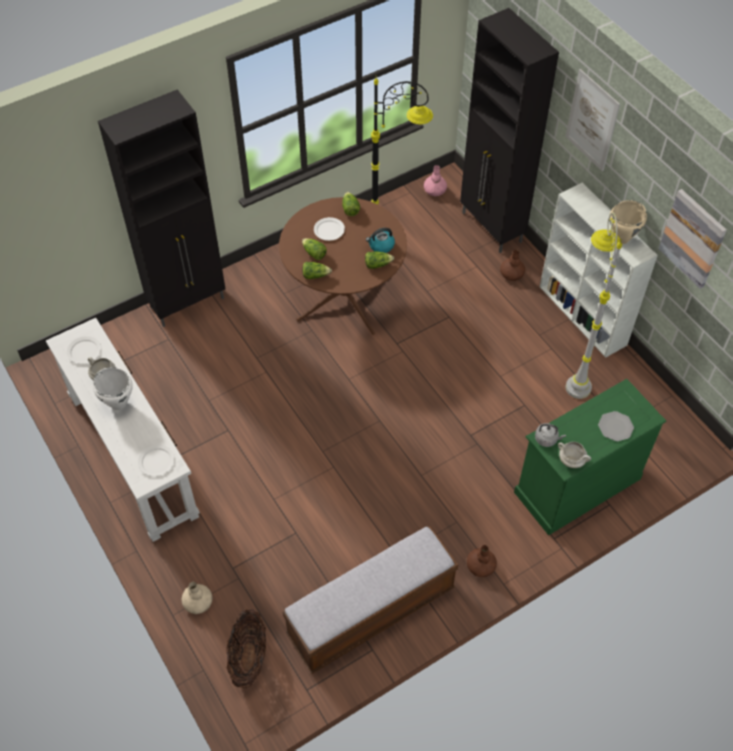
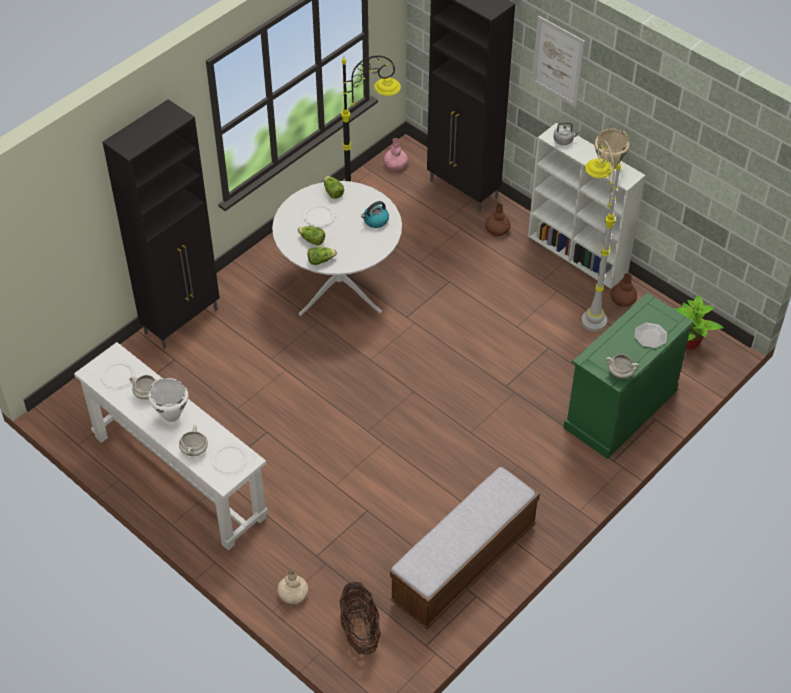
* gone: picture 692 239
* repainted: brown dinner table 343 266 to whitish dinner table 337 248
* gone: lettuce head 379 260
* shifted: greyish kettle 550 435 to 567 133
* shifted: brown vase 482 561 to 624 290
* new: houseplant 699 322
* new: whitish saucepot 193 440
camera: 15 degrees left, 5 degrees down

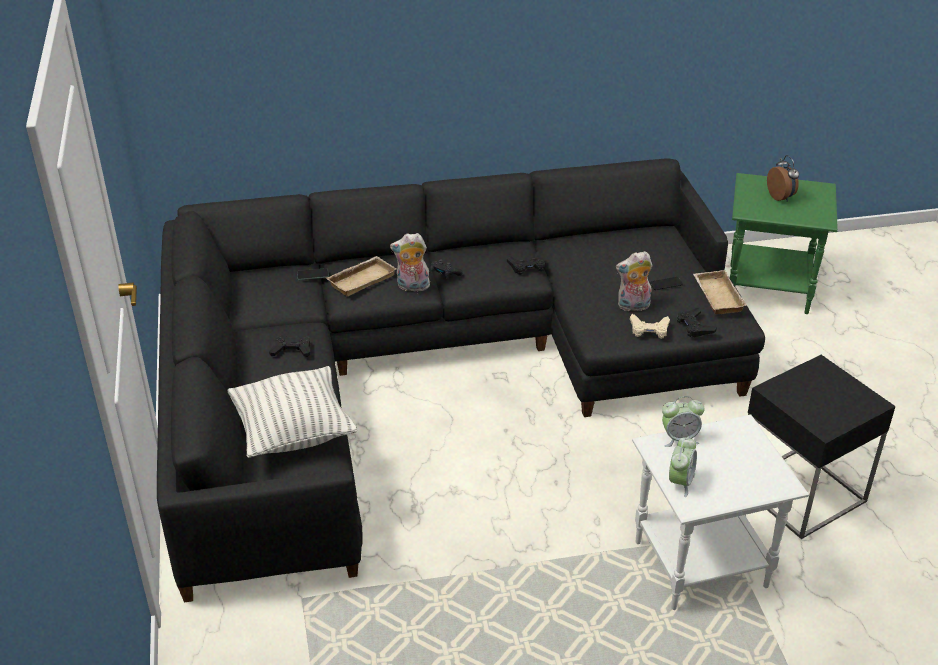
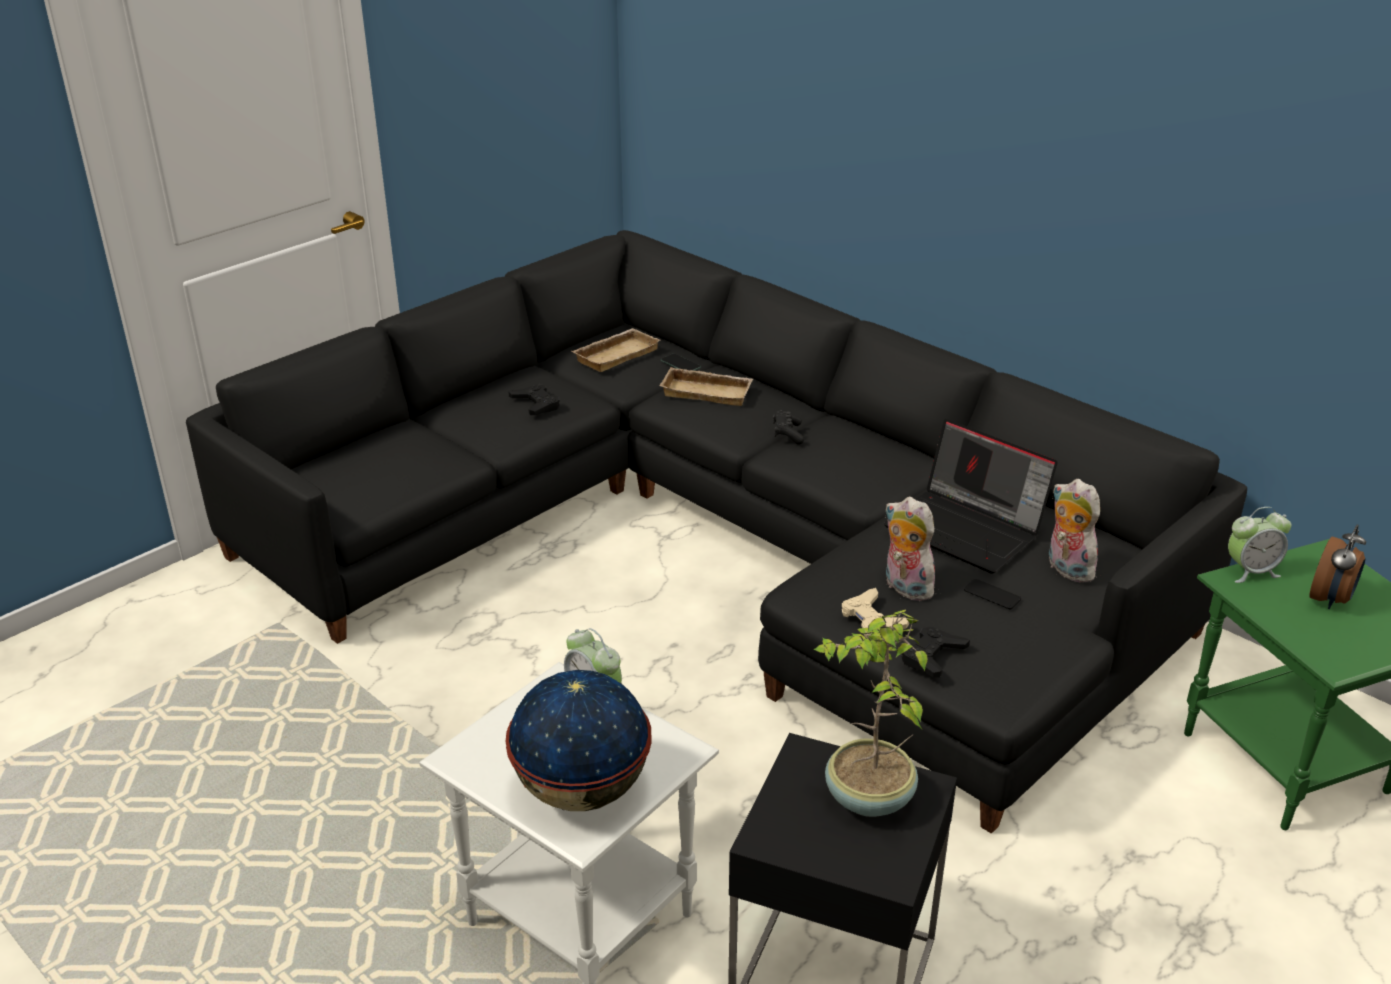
* shifted: plush toy 410 262 to 1074 531
* gone: blackish gamepad 526 263
* shifted: beige-coloured tray 720 292 to 616 350
* gone: pillow 292 412
* shifted: table clock 683 467 to 1259 545
* new: notebook computer 971 496
* new: houseplant 870 713
* new: desk globe 579 740
camera: 55 degrees right, 5 degrees down

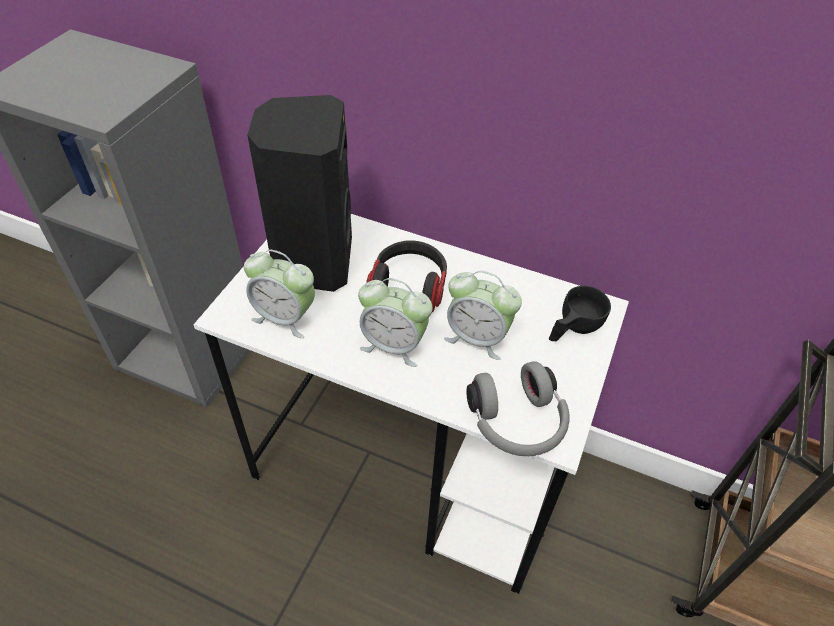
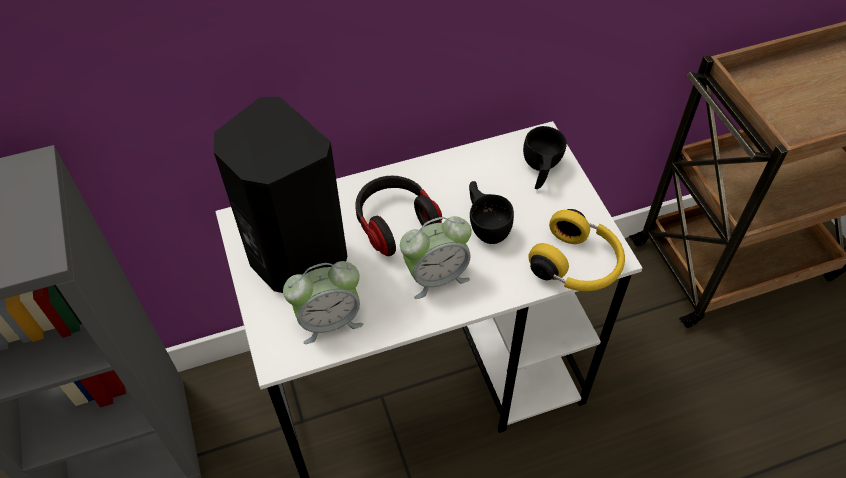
* swapped: table clock 483 315 to blackish small cup 491 212
* repainted: greyish headphones 518 408 to yellow headphones 576 250
camera: 40 degrees left, 5 degrees up

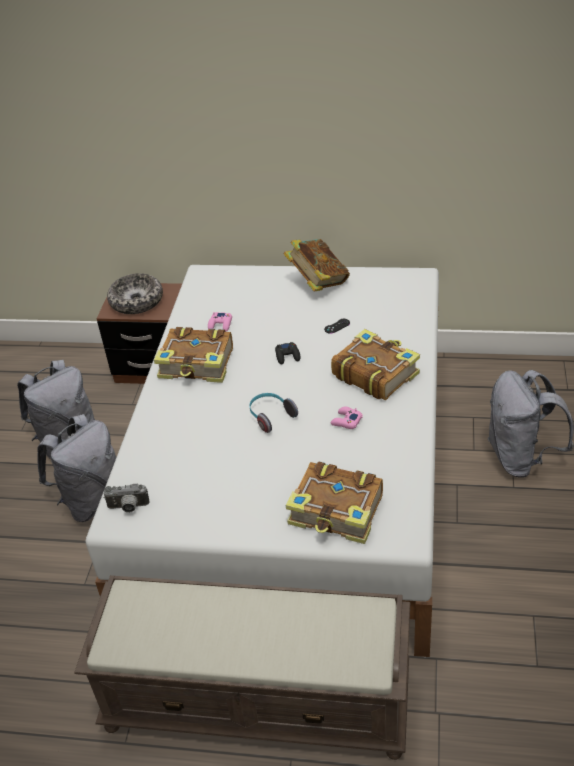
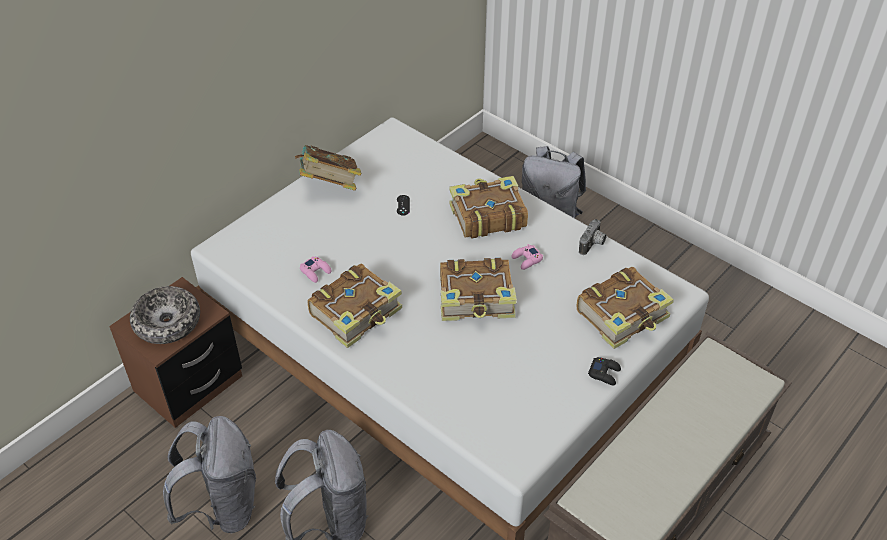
* shifted: blackish gamepad 287 353 to 604 371
* swapped: headphones 273 413 to book 478 289
* shifted: still camera 126 498 to 593 237
camera: 60 degrees left, 5 degrees up

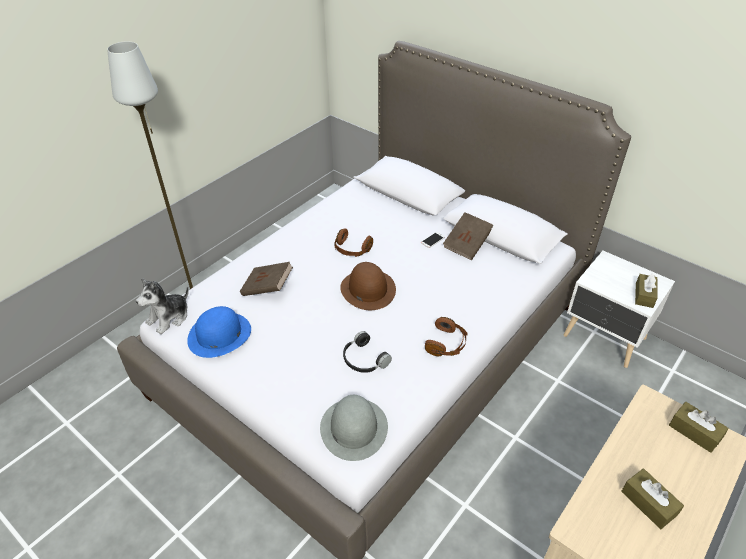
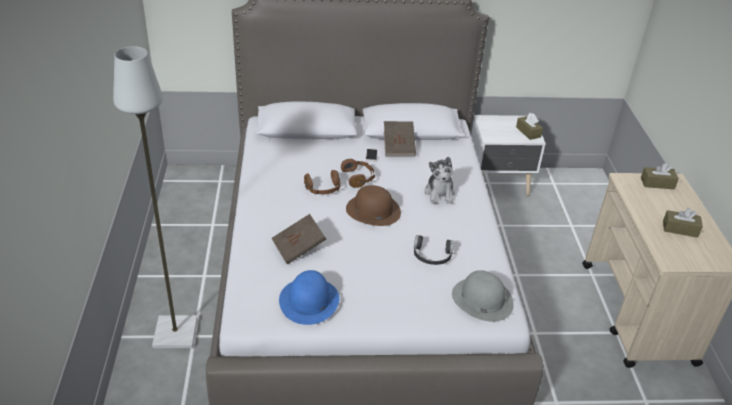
* shifted: plush toy 162 306 to 439 180
* shifted: brown headphones 446 336 to 358 173
camera: 45 degrees left, 5 degrees down

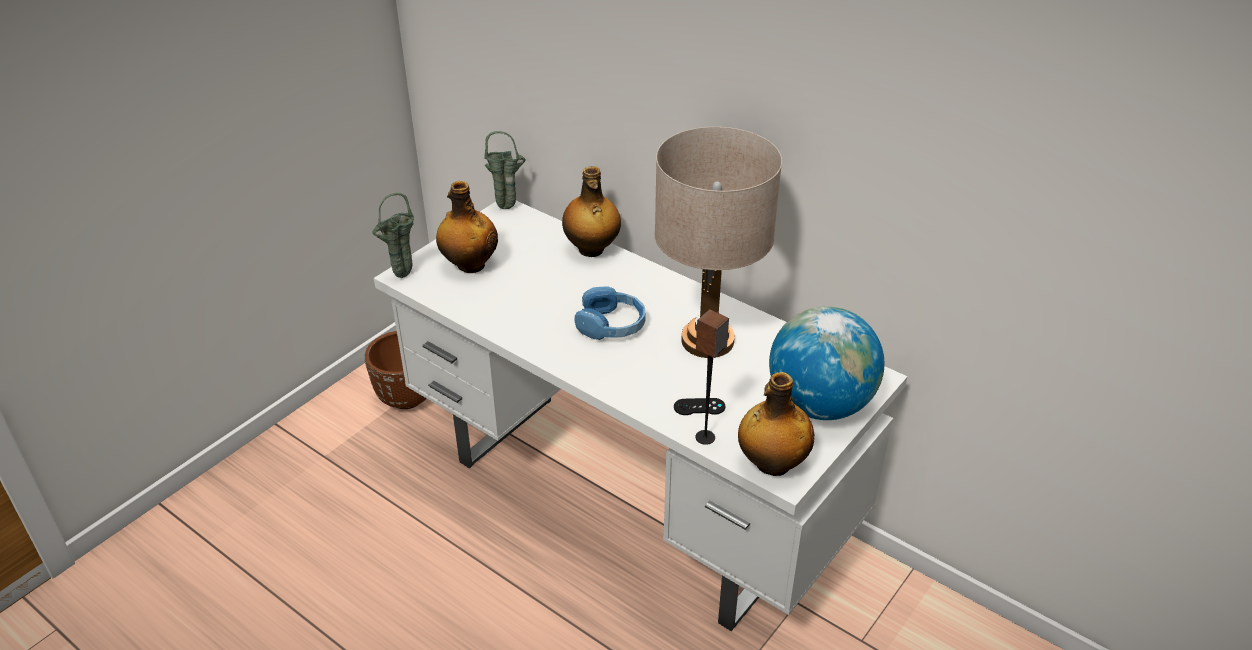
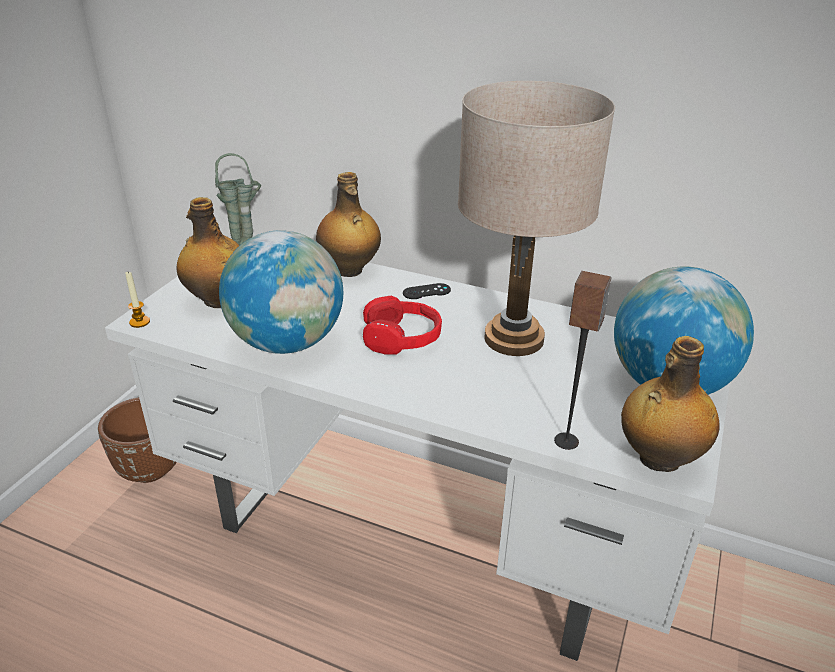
* swapped: greenish vase 393 235 to wax light 137 300
* repainted: blue headphones 610 313 to red headphones 402 325
* shifted: blackish gamepad 699 406 to 427 291
* new: desk globe 281 292
camera: 15 degrees left, 5 degrees down

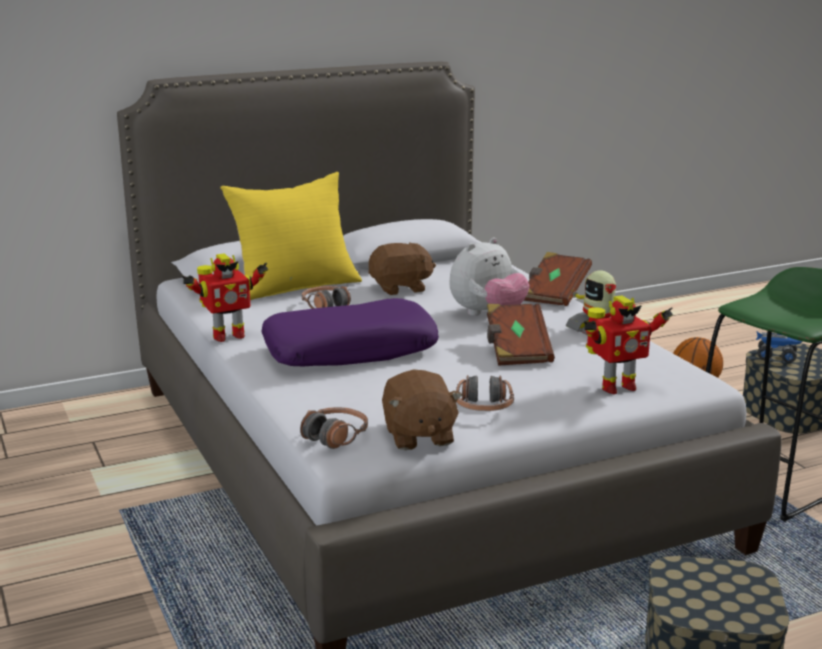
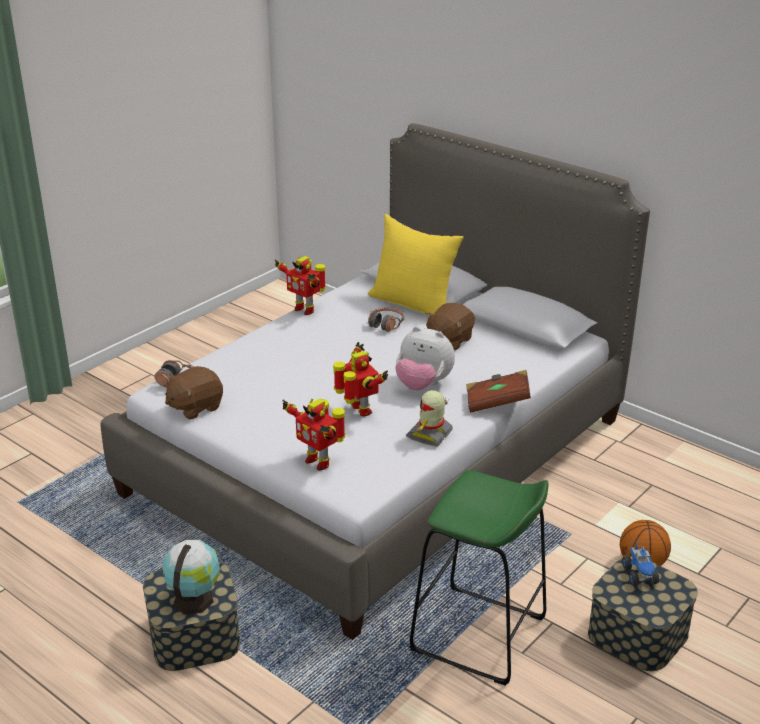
* rotated: brown plush toy 402 268 = 450 326 75 degrees clockwise
* gone: purple-coloured pillow 350 332
* swapped: brown book 521 335 to robot figure 360 379
* gone: headphones 485 393
* new: desk globe 191 577
camera: 65 degrees right, 10 degrees up

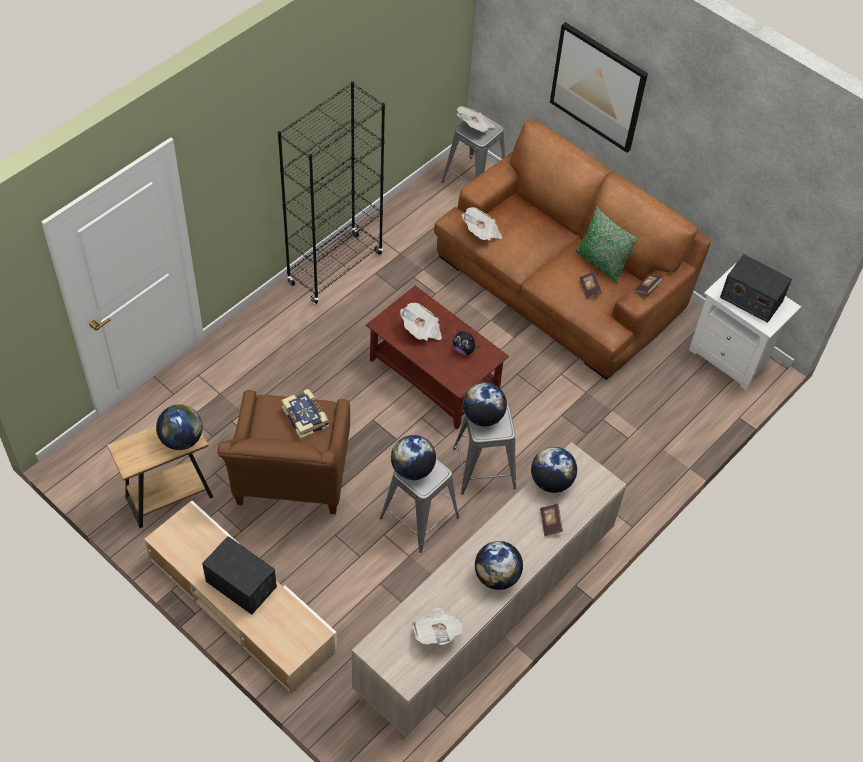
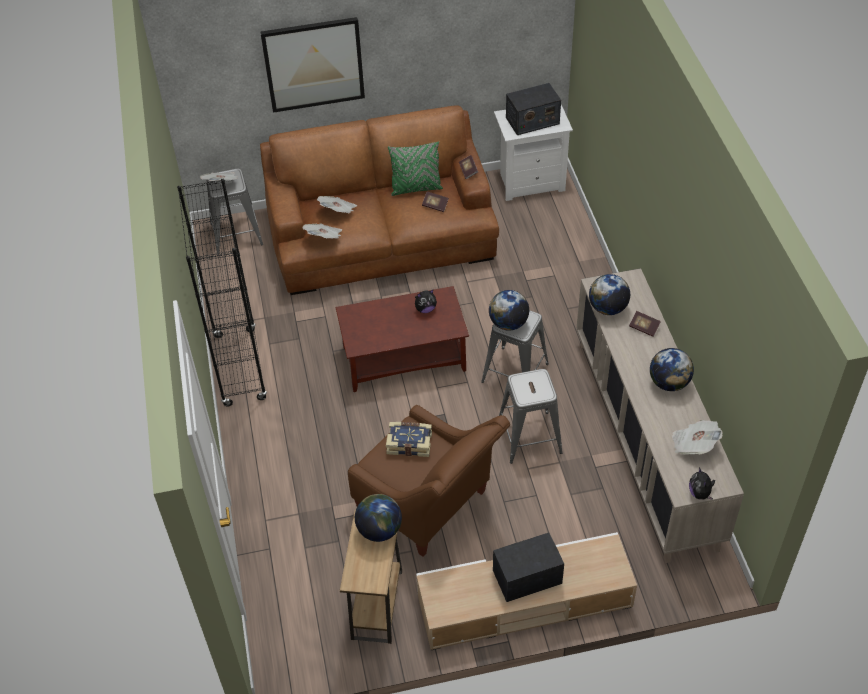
* shifted: printed paper 421 322 to 337 204
* gone: desk globe 413 457
* new: plush toy 702 483
camera: 50 degrees left, 5 degrees down

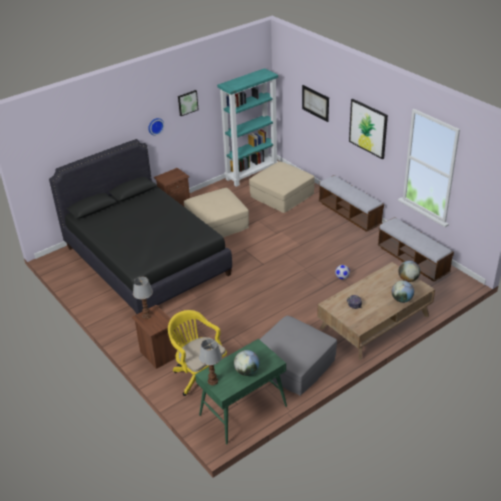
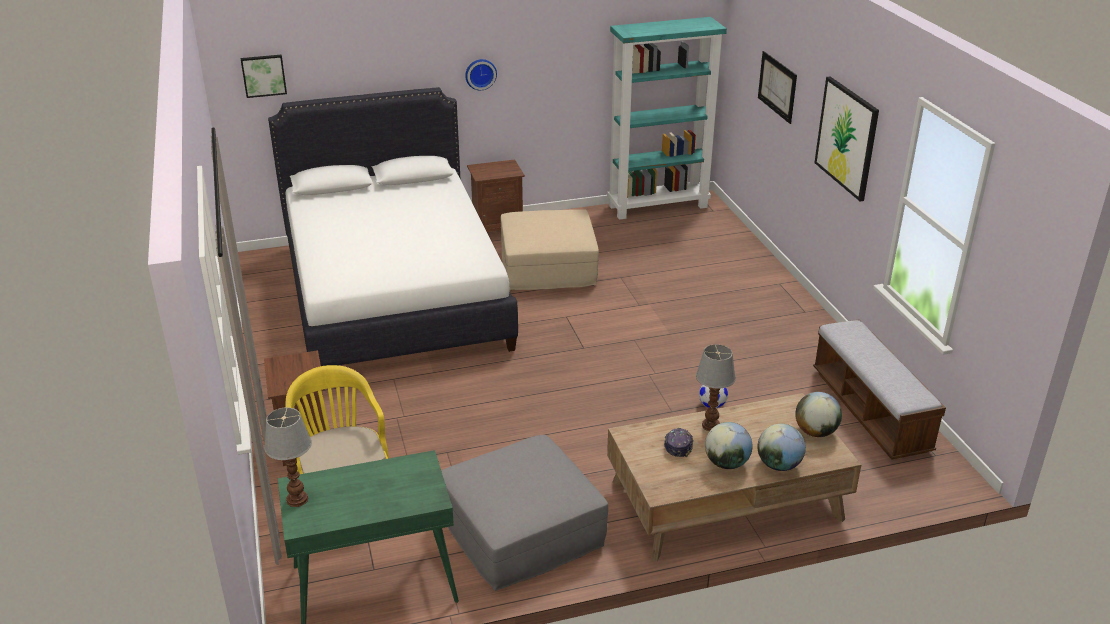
* shifted: picture 188 103 to 263 76
* repainted: blackish bedroom bed 140 227 to whitish bedroom bed 393 226
* gone: beige-coloured ottoman 282 187
* gone: long seat 351 203
* shifted: tabletop lamp 143 298 to 716 387
* shifted: desk globe 246 363 to 729 445
camera: 20 degrees right, 5 degrees down

